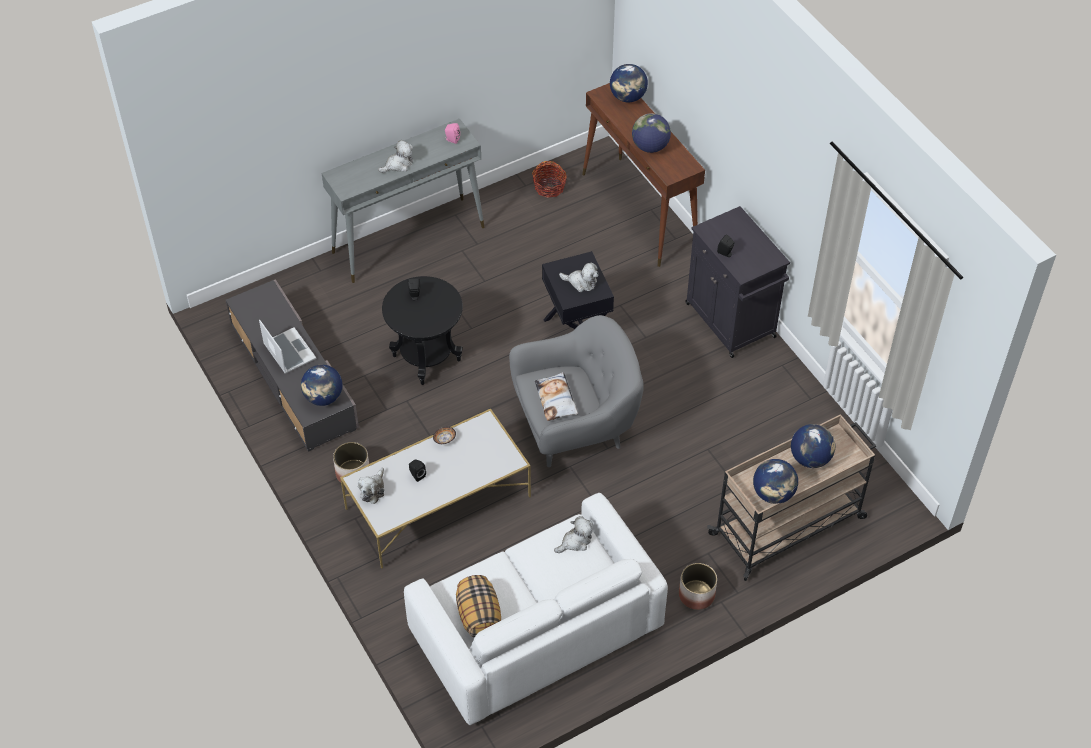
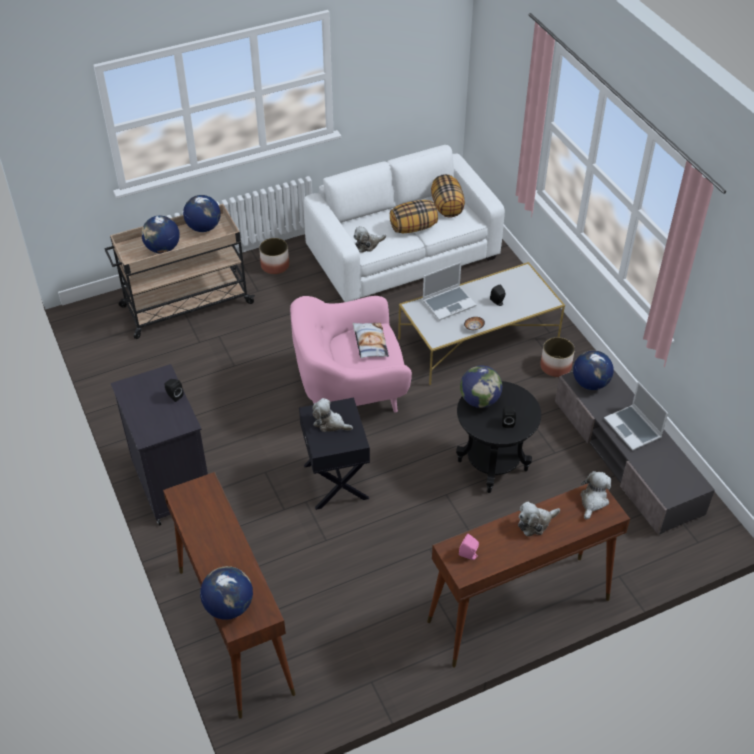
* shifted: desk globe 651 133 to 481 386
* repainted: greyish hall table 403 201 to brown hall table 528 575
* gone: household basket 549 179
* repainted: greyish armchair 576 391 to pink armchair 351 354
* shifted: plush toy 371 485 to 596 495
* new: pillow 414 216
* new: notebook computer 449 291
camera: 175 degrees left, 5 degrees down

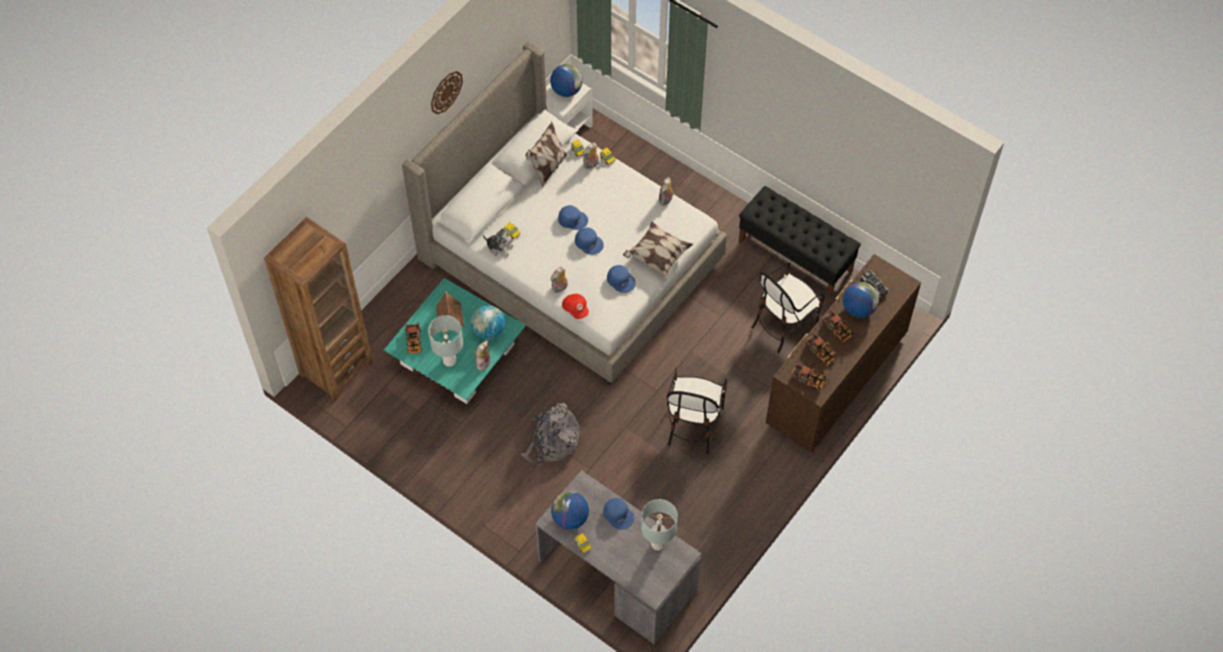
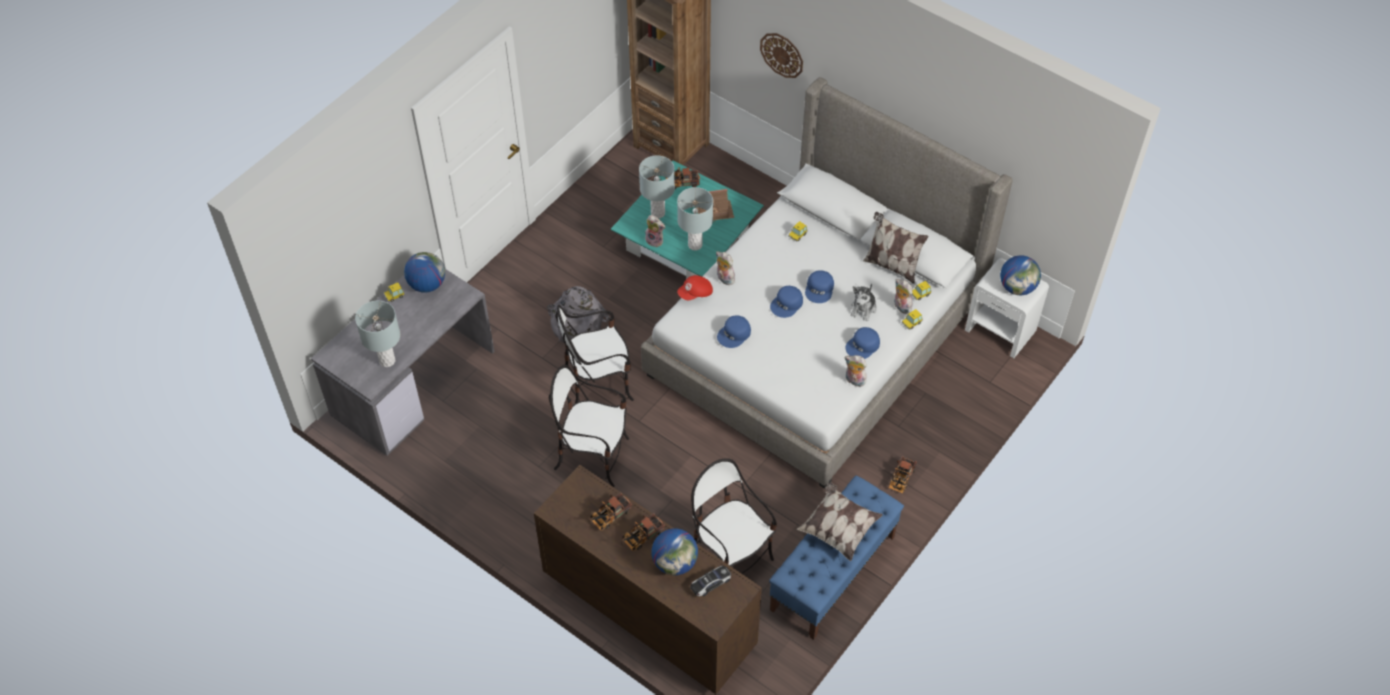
* shifted: hanging clock 447 92 to 781 55
* repainted: blackish long seat 800 242 to blue long seat 836 558
* shifted: pillow 658 250 to 840 522
* shifted: plush toy 498 242 to 864 302
* swapped: desk globe 488 322 to greyish tabletop lamp 695 219
* shifted: model truck 810 376 to 902 474
* shifted: blue cap 618 514 to 862 343
* new: plain chair 595 354
camera: 90 degrees right, 5 degrees down

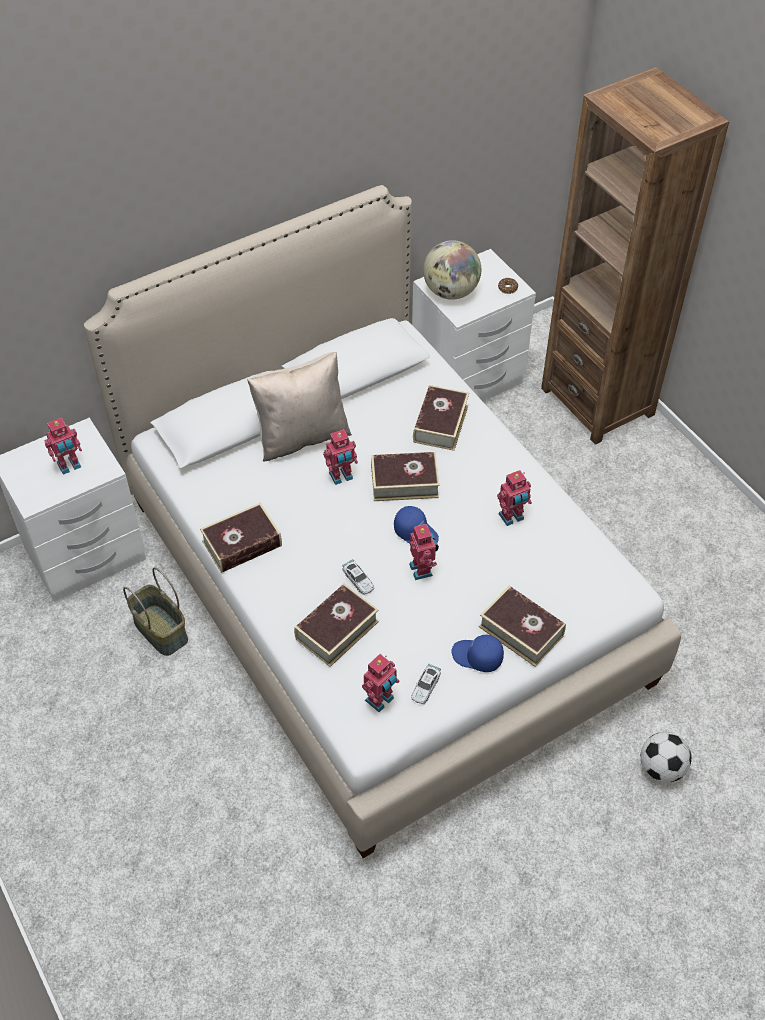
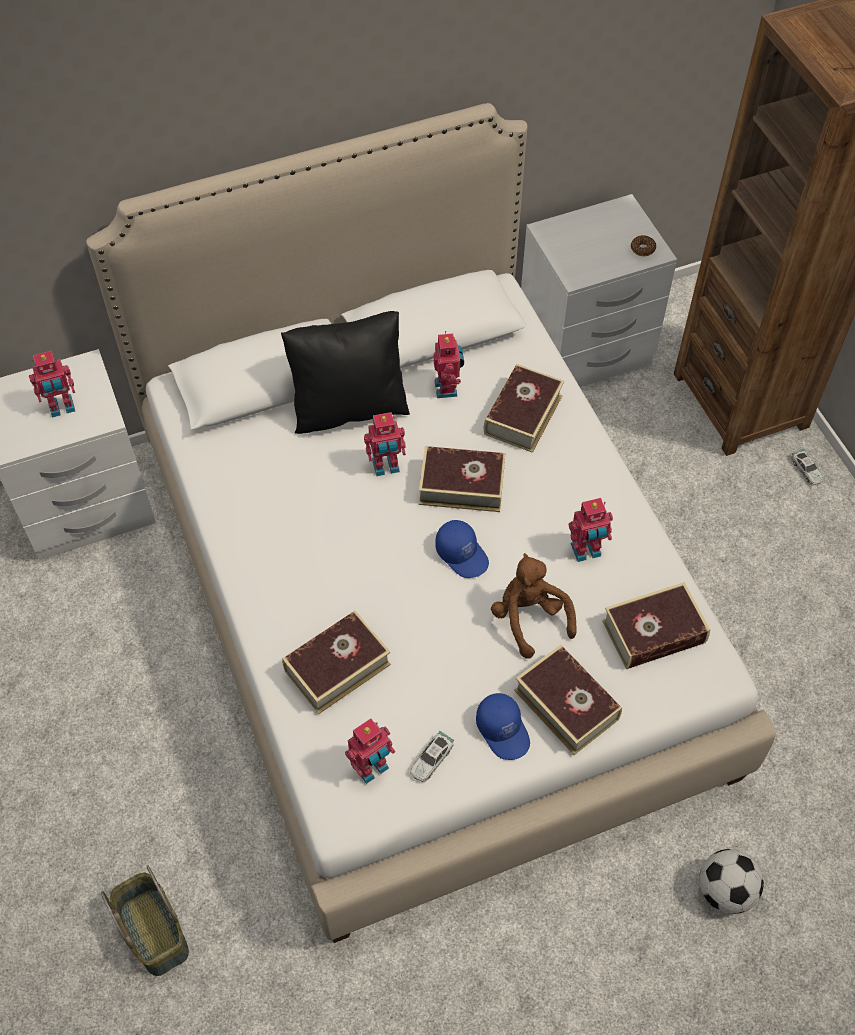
* gone: desk globe 452 270
* repainted: beige-coloured pillow 299 406 to blackish pillow 345 372
* shifted: book 241 537 to 656 625
* shifted: robot figure 424 551 to 449 364
* shifted: toy car 358 577 to 807 467
* shifted: household basket 155 611 to 145 920
* rotated: blue cap 477 653 = 503 726 150 degrees counterclockwise
* new: brown plush toy 534 606
camera: 10 degrees right, 5 degrees up

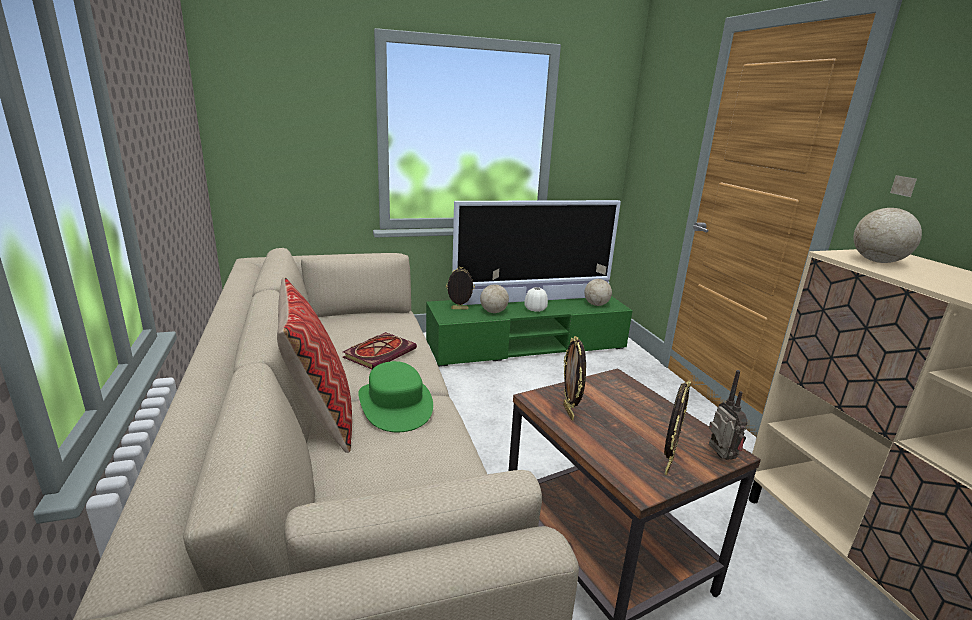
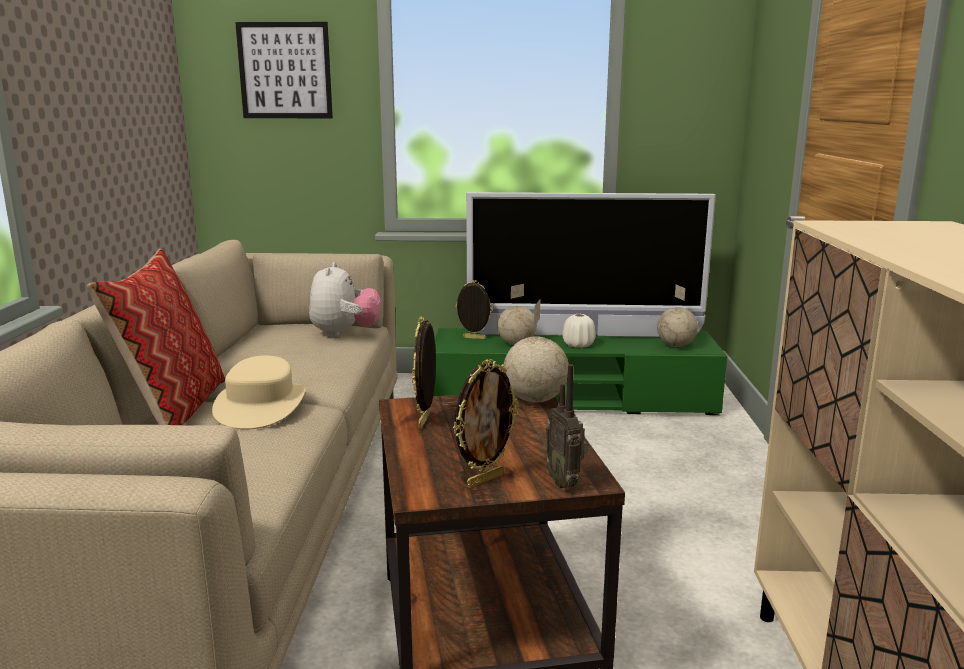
* shifted: desk globe 887 219 to 536 351
* gone: book 380 350
* repainted: greenish hat 395 396 to beige-coloured hat 258 393
* rotated: radio receiver 728 415 = 567 426 150 degrees clockwise
* new: picture 284 70
* new: plush toy 344 300
camera: 20 degrees right, 5 degrees down

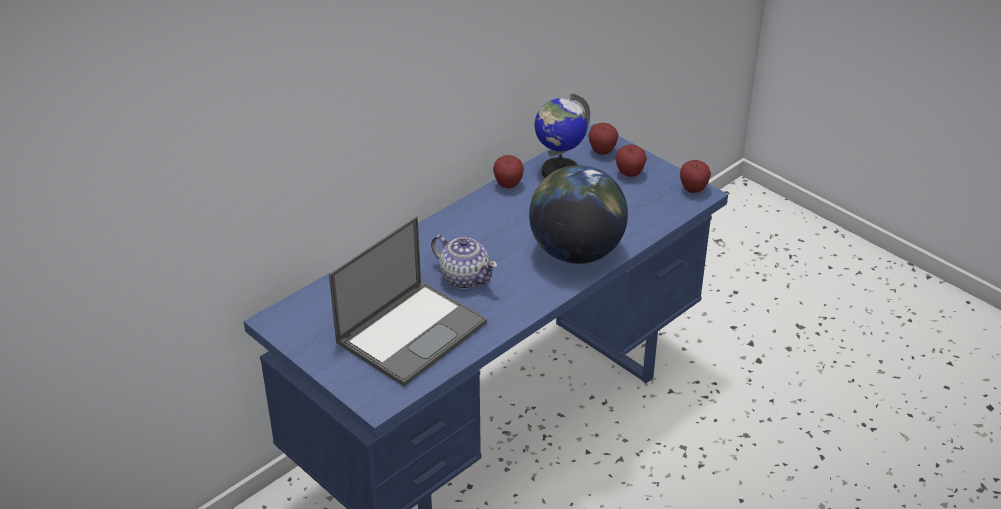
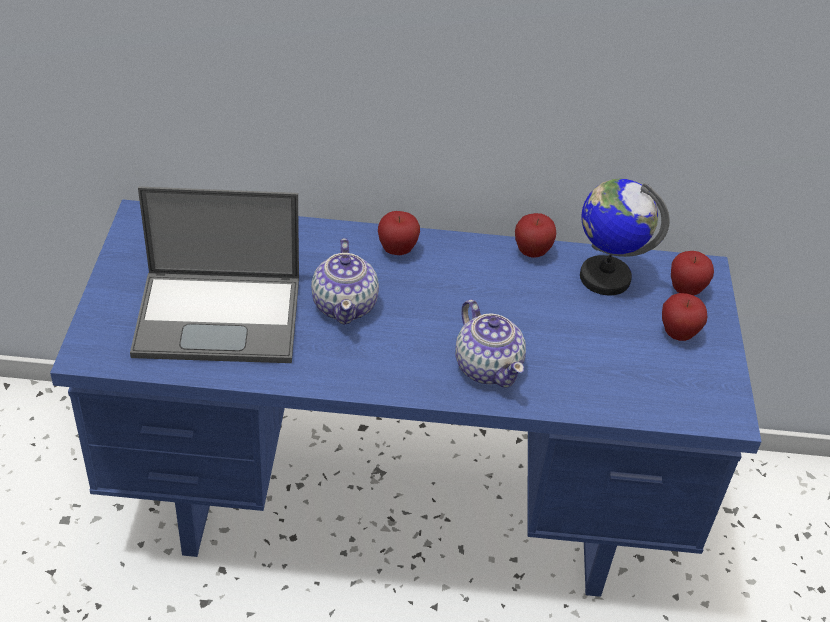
* shifted: apple fruit 695 176 to 399 233
* swapped: desk globe 578 214 to pot for tea 490 343
camera: 45 degrees right, 5 degrees up

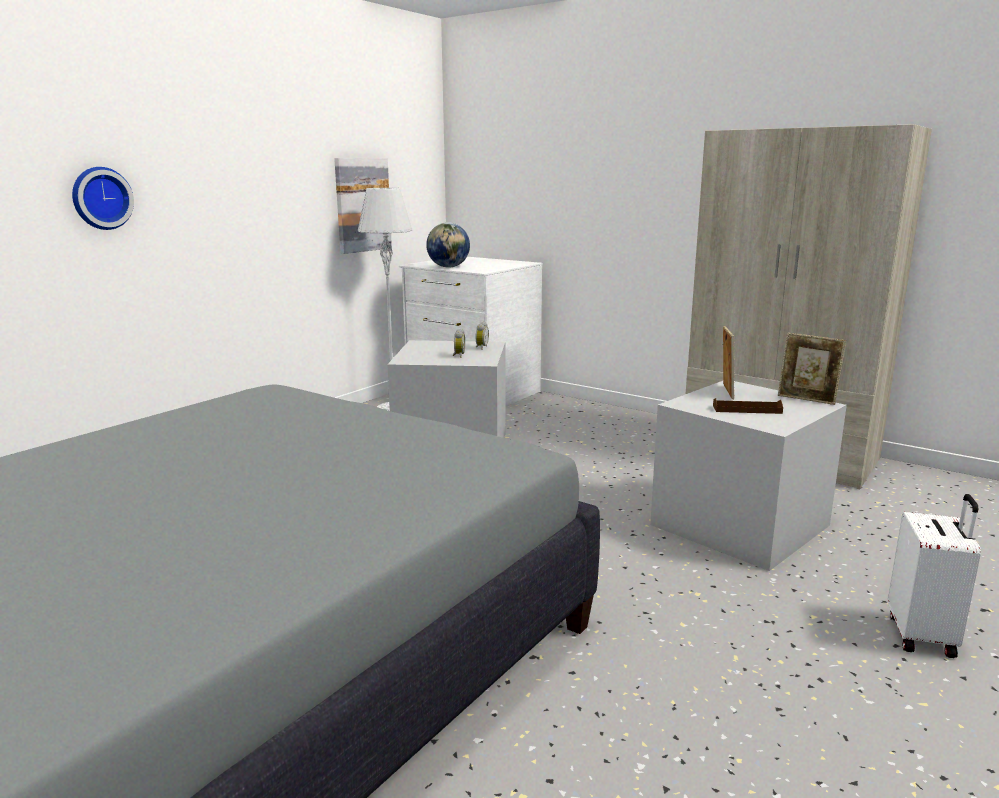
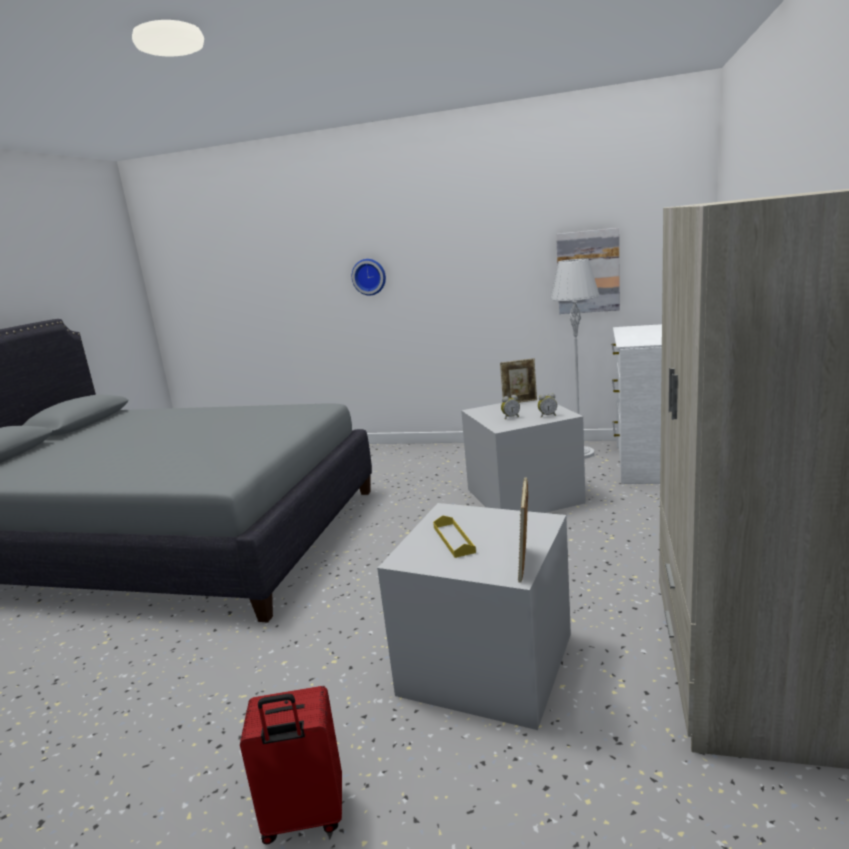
* gone: desk globe 448 245
* shifted: photo frame 728 362 to 518 380
* repainted: brown tray 748 406 to yellow tray 454 536
* repainted: whitish suitcase 934 576 to red suitcase 291 765
camera: 70 degrees right, 0 degrees up

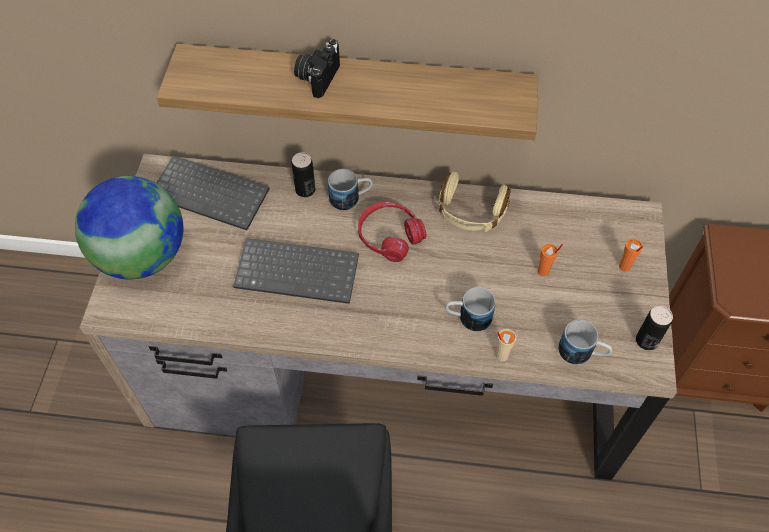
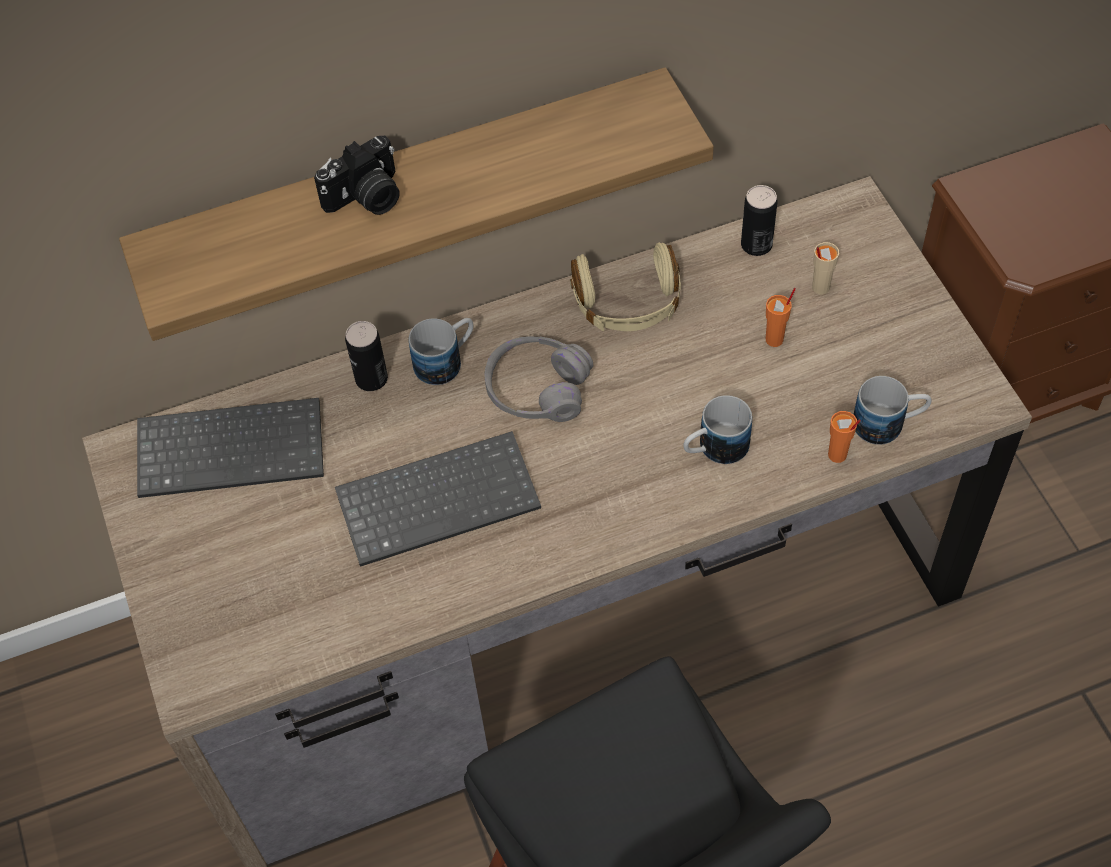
* rotated: still camera 317 68 = 357 175 120 degrees counterclockwise
* gone: desk globe 129 227
* repainted: red headphones 392 232 to greyish headphones 539 379
* shifted: orange-coloured small cup 631 255 to 844 437
* shifted: sealed can 654 328 to 759 220
* shifted: beige-coloured small cup 506 345 to 825 268
camera: 25 degrees left, 0 degrees up

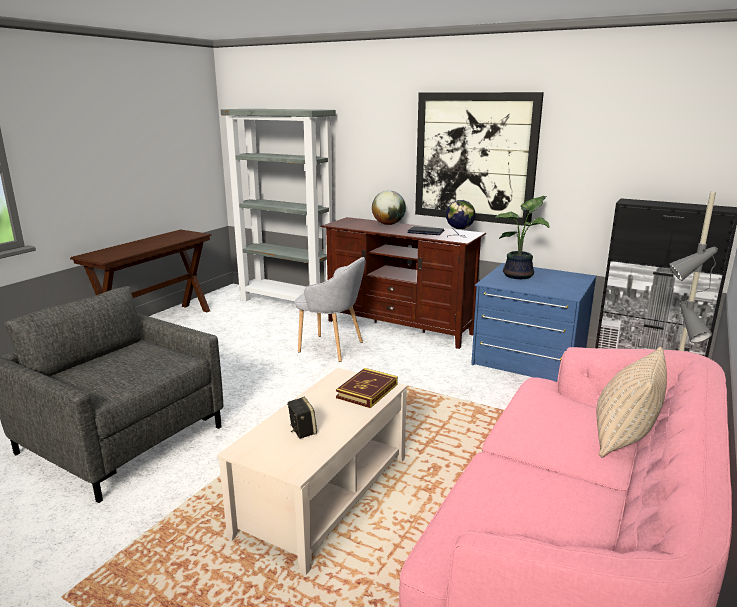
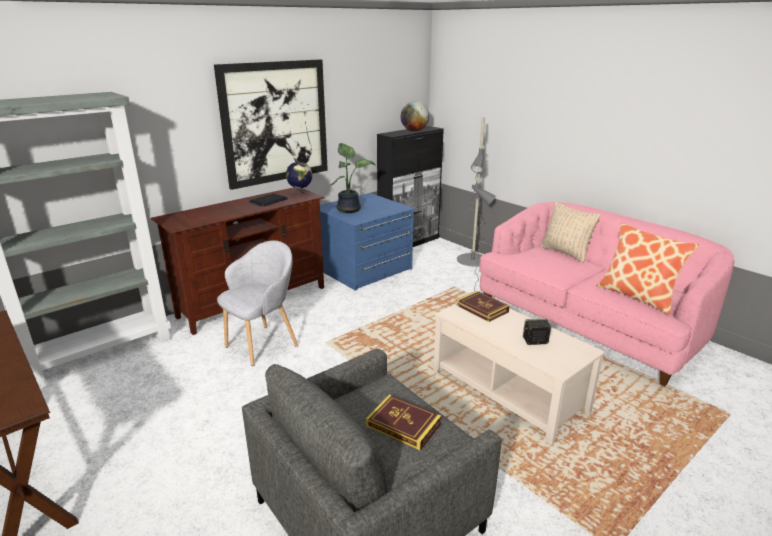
* shifted: desk globe 389 207 to 415 116
* new: pillow 648 268
* new: book 404 422
camera: 70 degrees left, 5 degrees up

